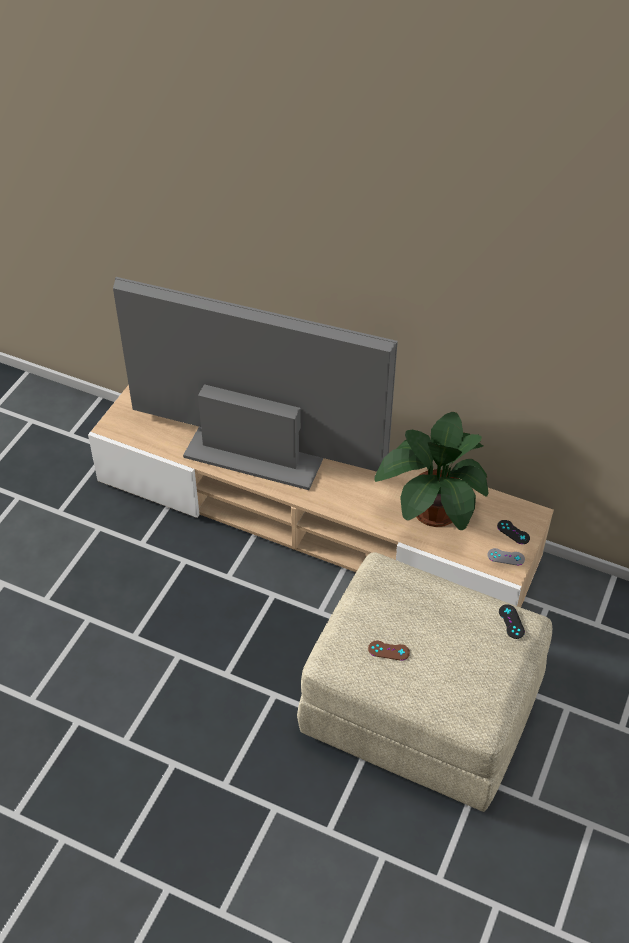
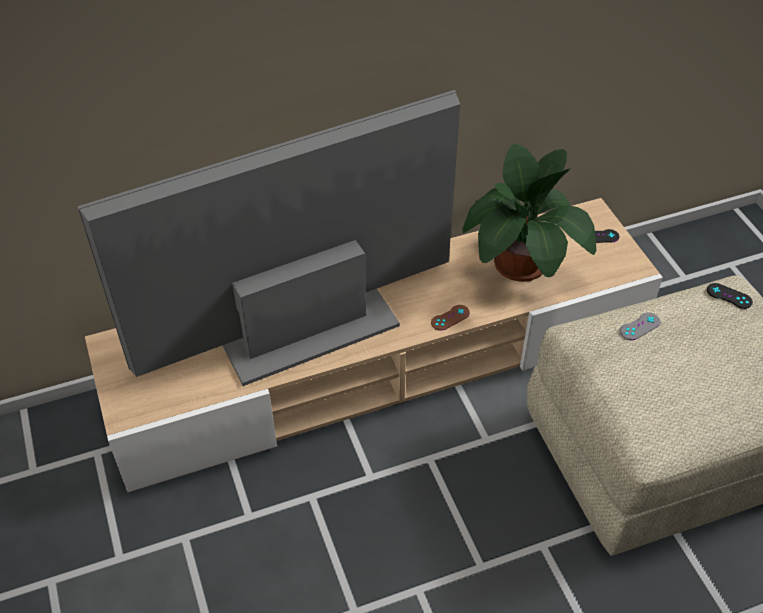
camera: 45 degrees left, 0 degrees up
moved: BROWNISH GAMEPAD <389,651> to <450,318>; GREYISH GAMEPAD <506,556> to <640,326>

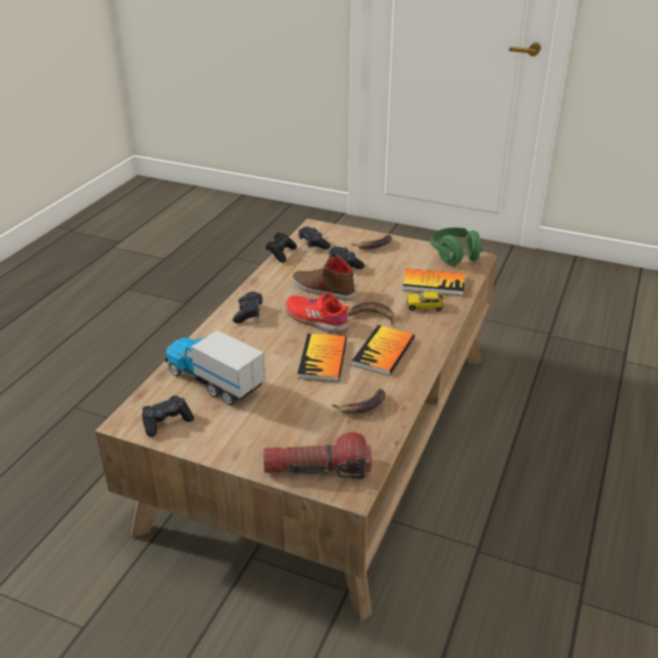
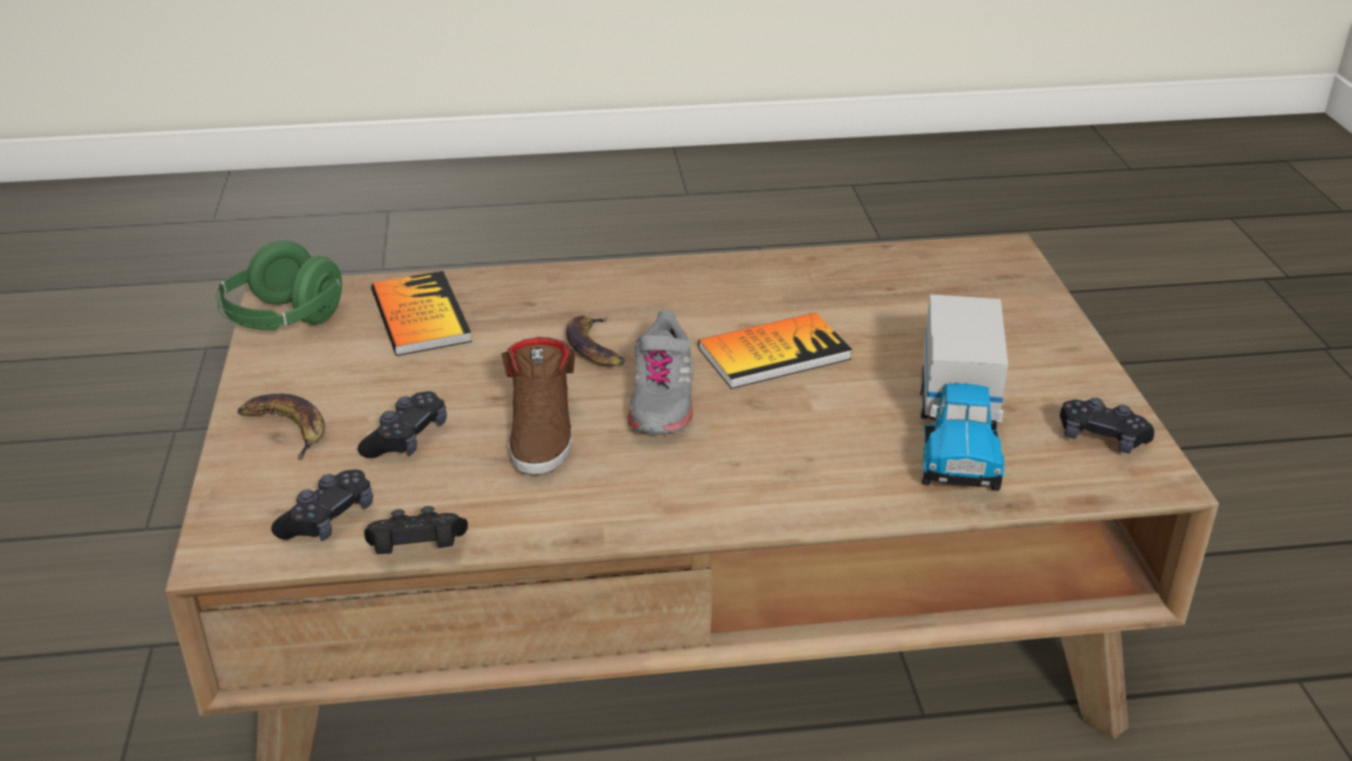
camera: 120 degrees left, 0 degrees up
removed: BLACK-COLOURED GAMEPAD <248,307>; HAND TORCH <317,455>; WHOLE BANANA <358,401>; VOLUME <383,350>; MODEL CAR <425,301>
recoloured: RED-COLOURED SHOE <317,313> to GREYISH SHOE <661,372>

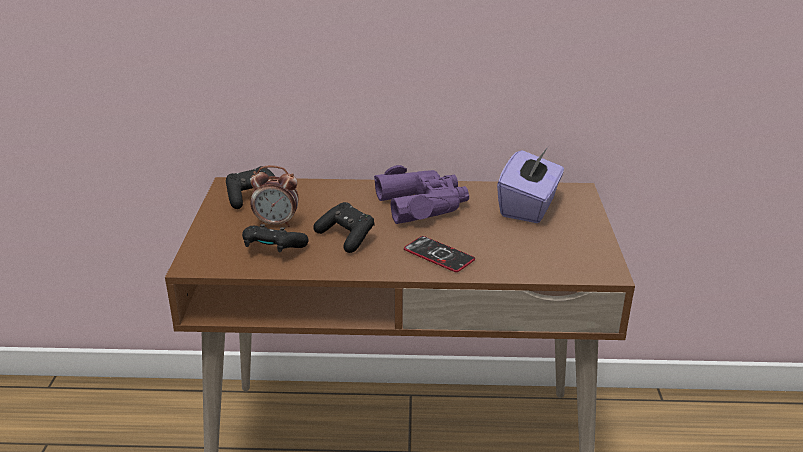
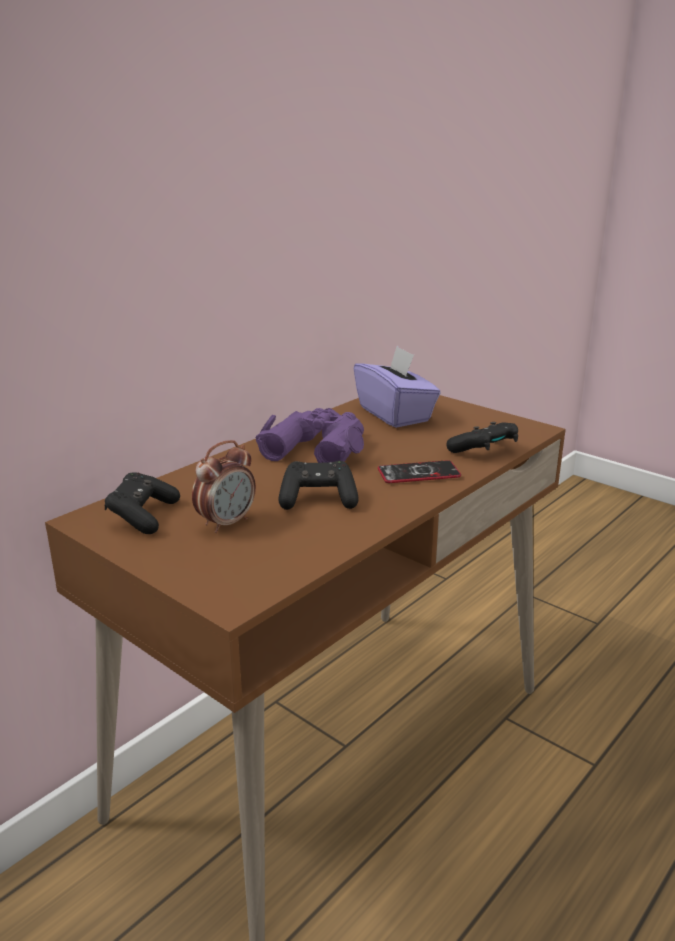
camera: 50 degrees left, 5 degrees down
moved: BLACK-COLOURED GAMEPAD <275,238> to <482,437>

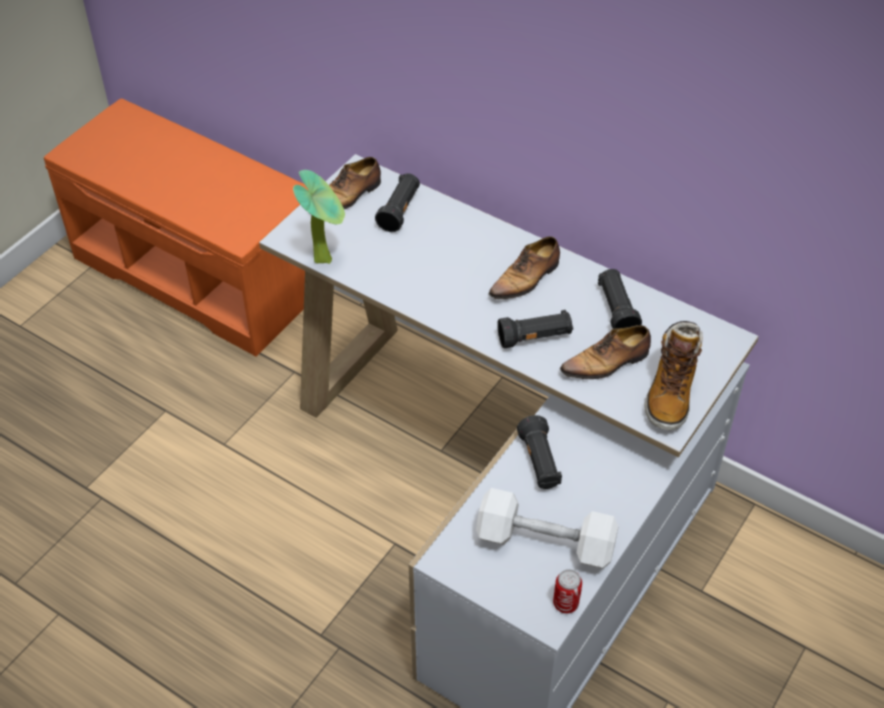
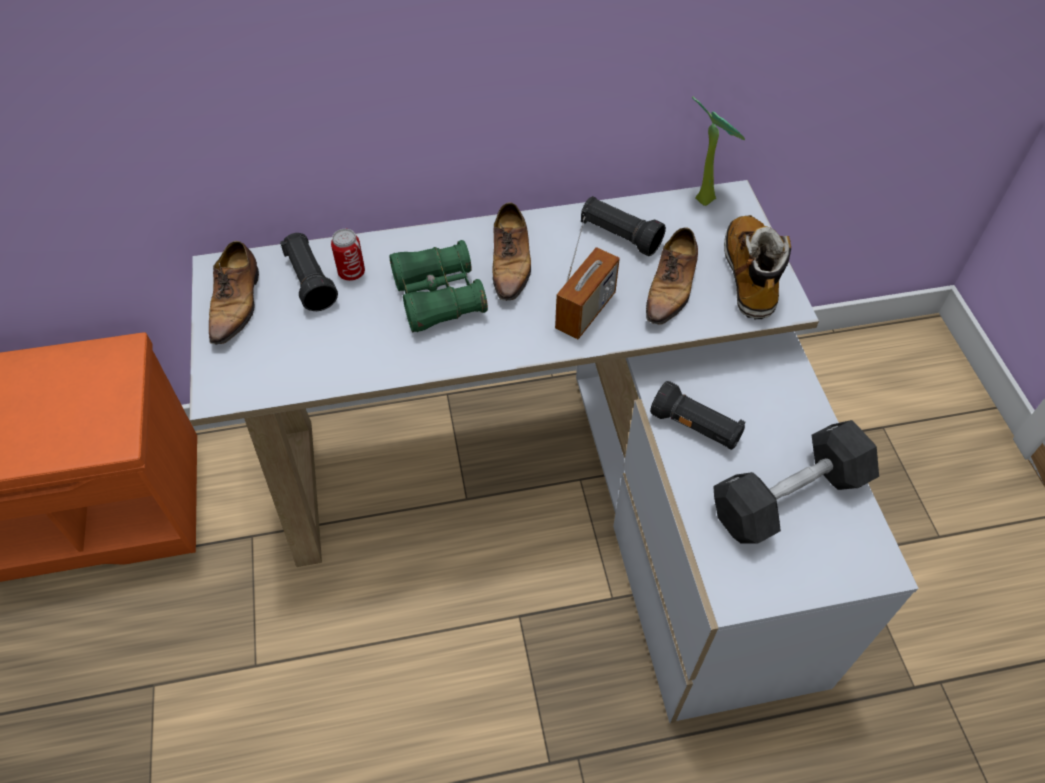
camera: 45 degrees left, 5 degrees up
added: GREENISH BINOCULARS <438,286>
moved: PLANT IN A POT <319,217> to <718,151>; SEALED CAN <567,591> to <348,255>
replaced: BLACK-COLOURED HAND TORCH <535,329> to RADIO SET <587,277>
recoloured: WHITE-COLOURED DUMBBELL <547,528> to BLACK-COLOURED DUMBBELL <796,482>
turned: BOOT <674,376> = <757,267> 150 degrees counterclockwise

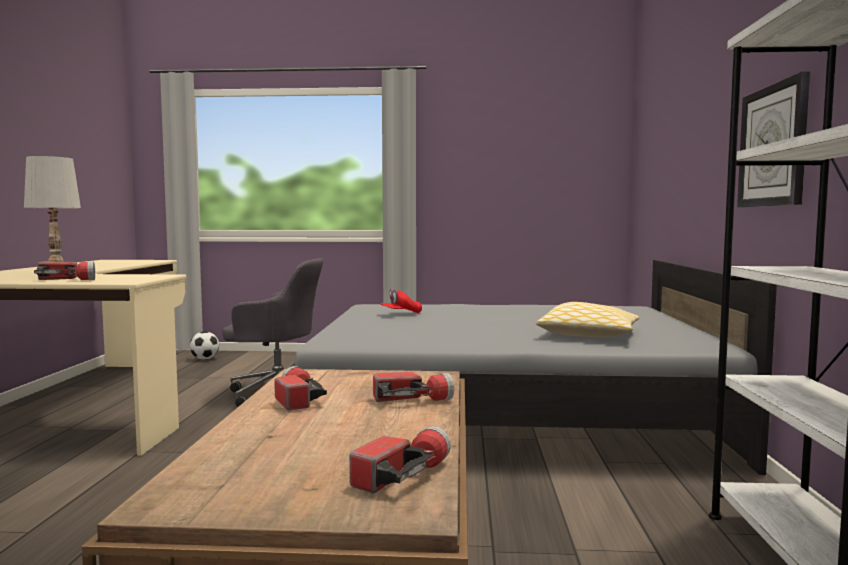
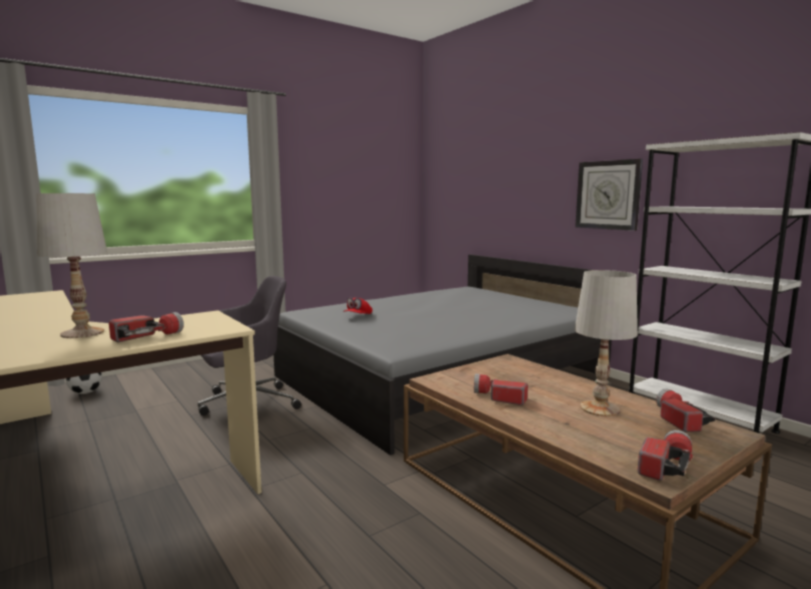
camera: 40 degrees left, 5 degrees up
removed: THROW PILLOW <587,319>
added: WHITE-COLOURED TABLETOP LAMP <606,343>
moved: HAND TORCH <413,387> to <665,455>

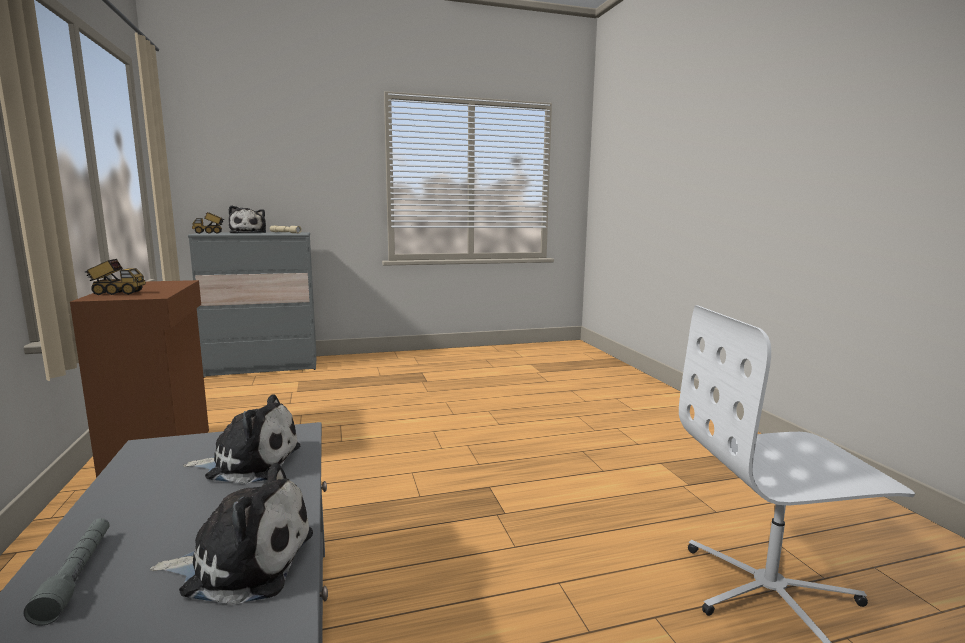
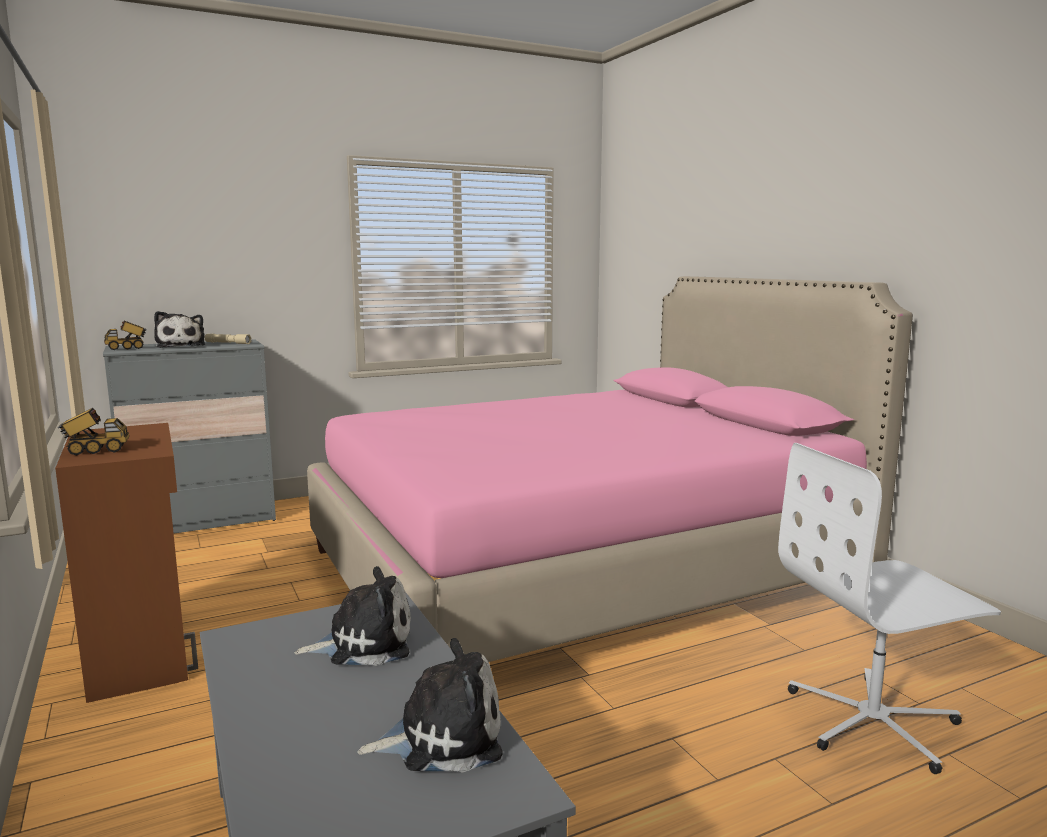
camera: 10 degrees left, 0 degrees up
removed: GREYISH HAND TORCH <67,571>
added: PINK SLEEPING BED <610,469>

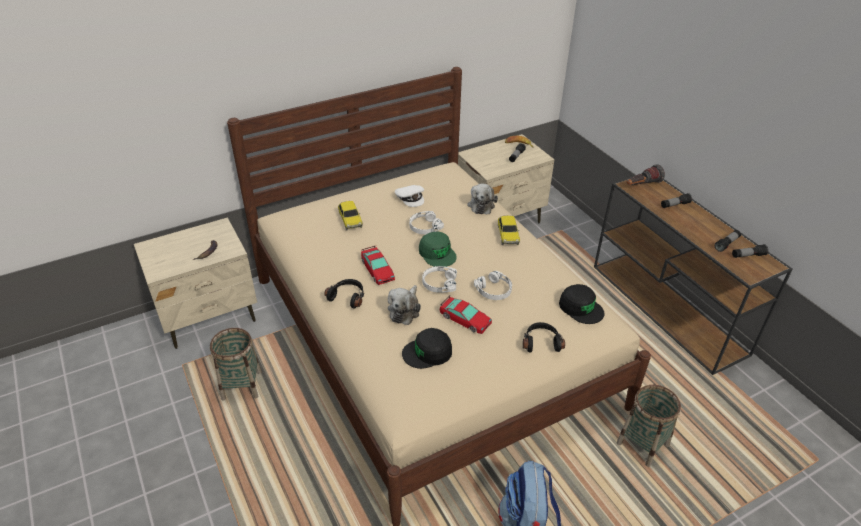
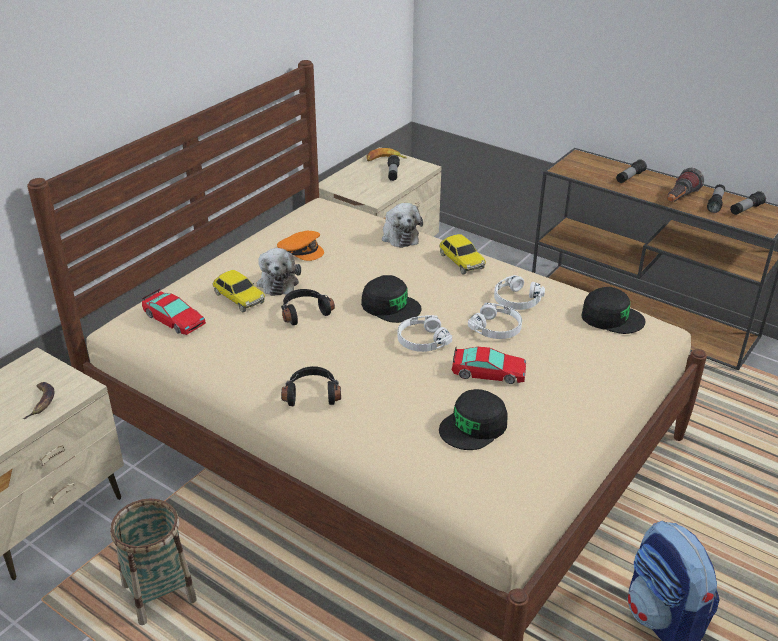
camera: 25 degrees left, 5 degrees down
removed: BASKET <649,426>
moved: MODEL CAR <378,265> to <174,312>; CUDDLY TOY <404,305> to <279,272>; WHITE-COLOURED PAIR OF HEADPHONES <426,222> to <519,292>; BLACK-COLOURED PAIR OF HEADPHONES <544,337> to <308,307>; HAND TORCH <646,174> to <685,185>
recoloured: WHITE-COLOURED BASEBALL CAP <409,196> to ORANGEY BASEBALL CAP <300,246>; GREENISH BASEBALL CAP <438,249> to BLACK-COLOURED BASEBALL CAP <391,299>

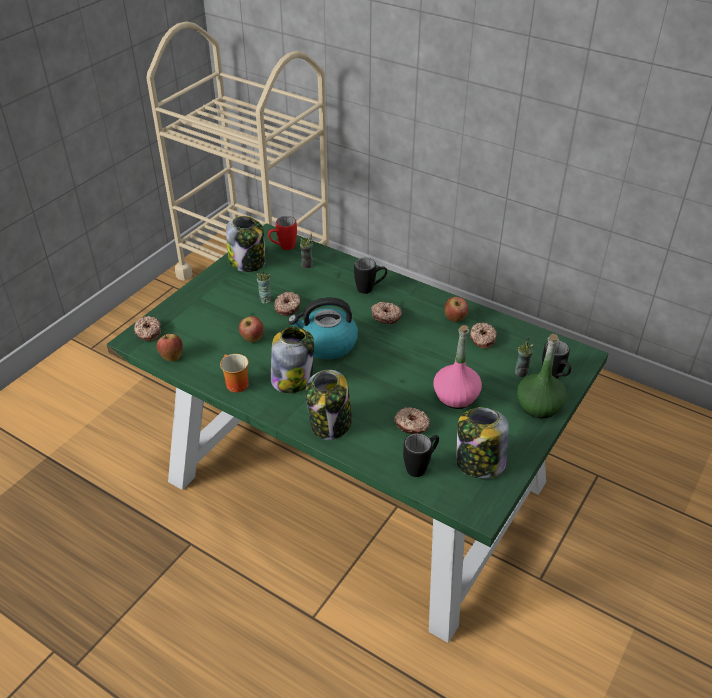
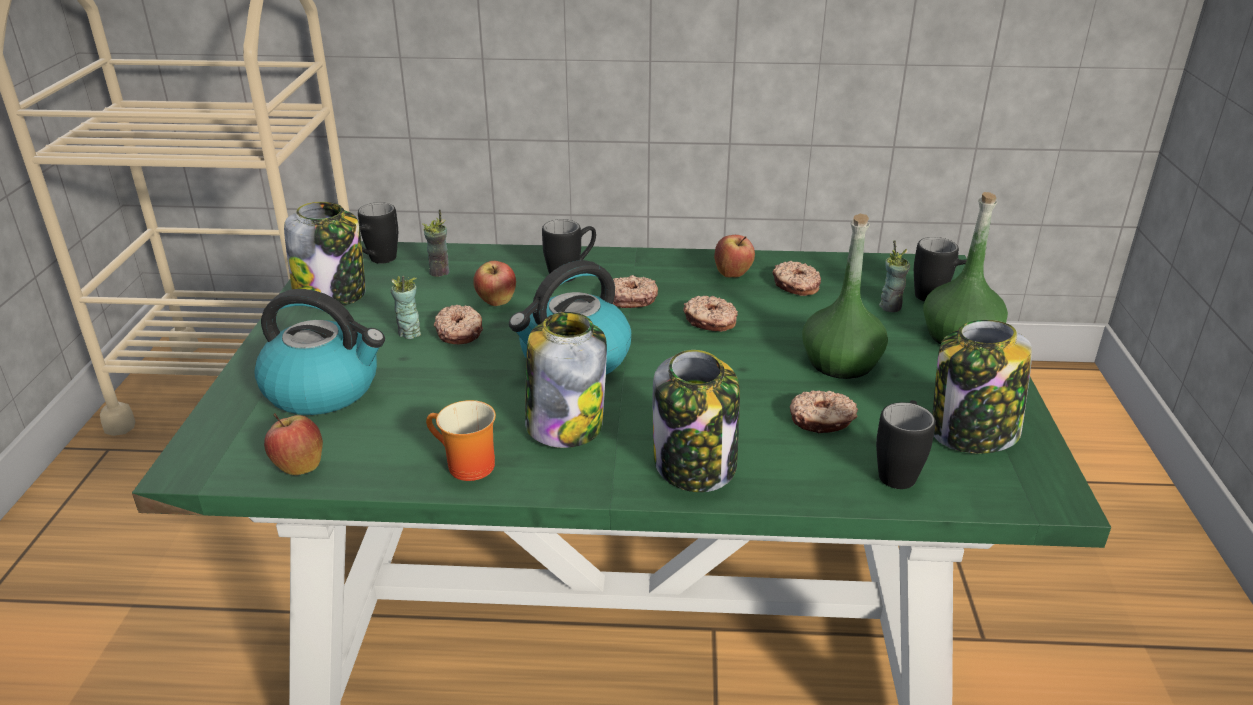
camera: 30 degrees left, 10 degrees down
added: TEA KETTLE <319,352>
moved: DOUGHNUT <147,328> to <710,314>; APPLE FRUIT <251,329> to <494,283>
recoloured: RED-COLOURED MUG <282,233> to BLACK-COLOURED MUG <378,233>; PINK BEVERAGE BOTTLE <457,367> to GREENISH BEVERAGE BOTTLE <845,296>

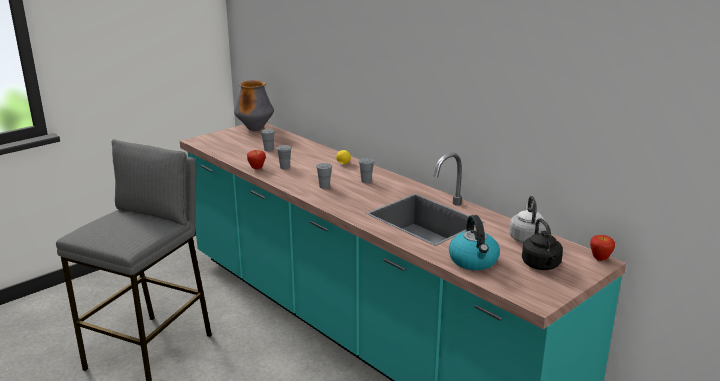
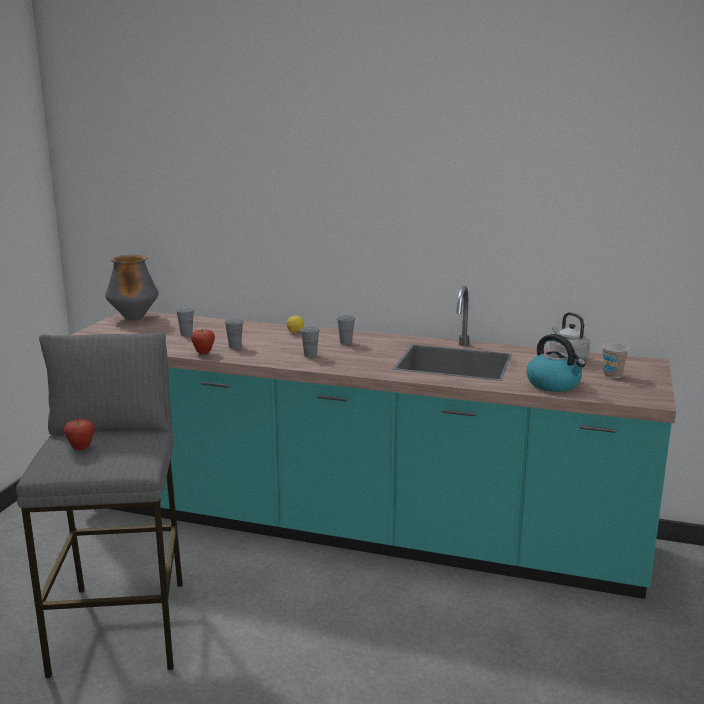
camera: 30 degrees left, 5 degrees down
moved: APPLE FRUIT <602,248> to <79,435>
replaced: BLACK-COLOURED TEA KETTLE <542,244> to DRINKING CUP <615,360>

